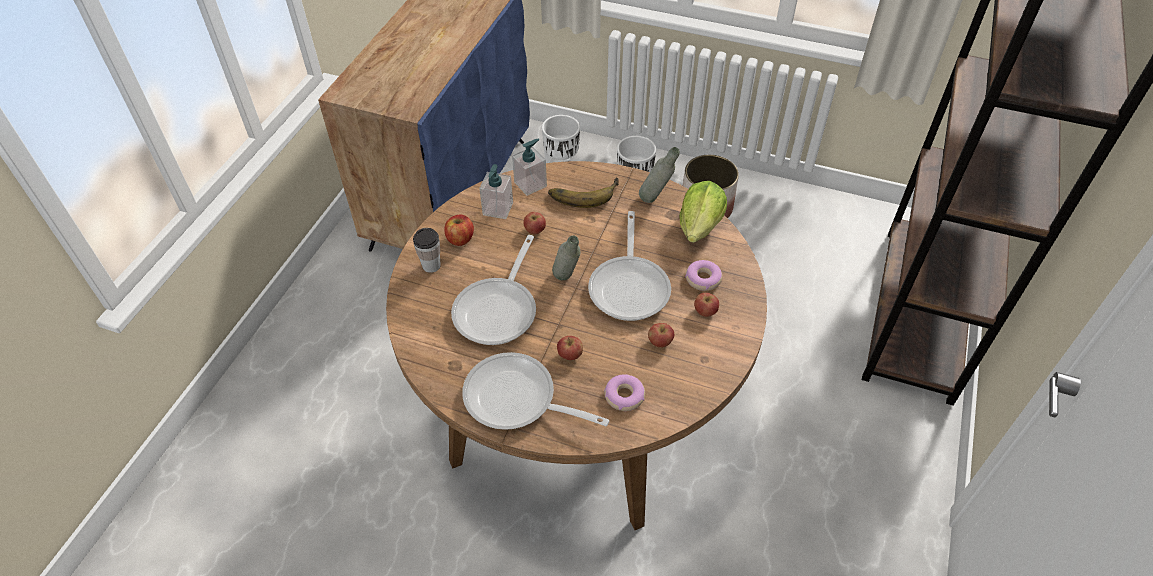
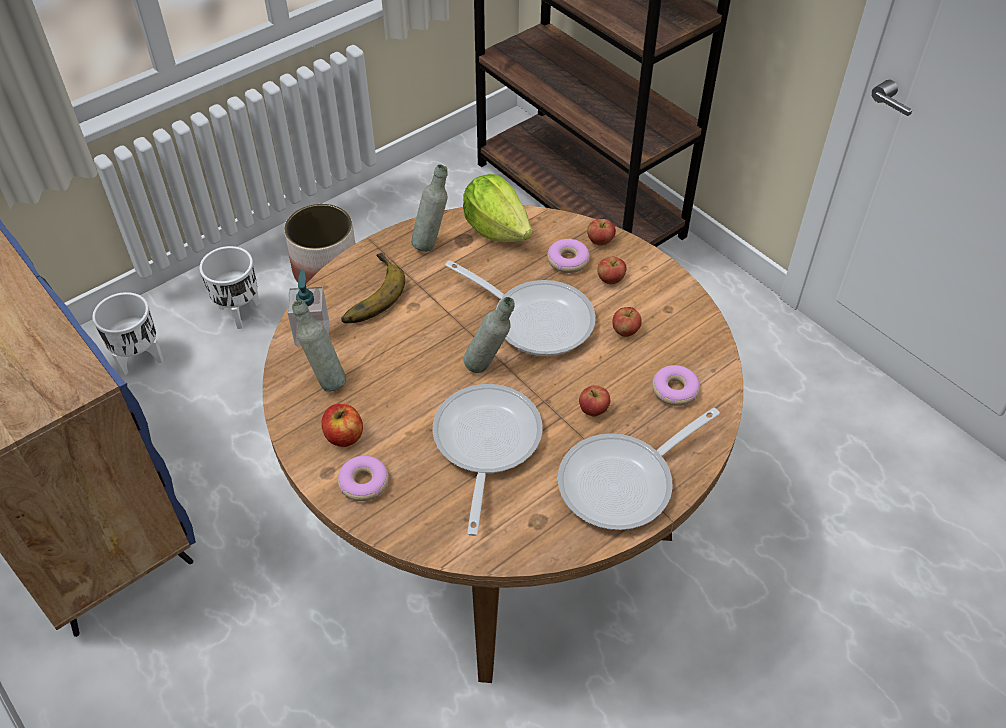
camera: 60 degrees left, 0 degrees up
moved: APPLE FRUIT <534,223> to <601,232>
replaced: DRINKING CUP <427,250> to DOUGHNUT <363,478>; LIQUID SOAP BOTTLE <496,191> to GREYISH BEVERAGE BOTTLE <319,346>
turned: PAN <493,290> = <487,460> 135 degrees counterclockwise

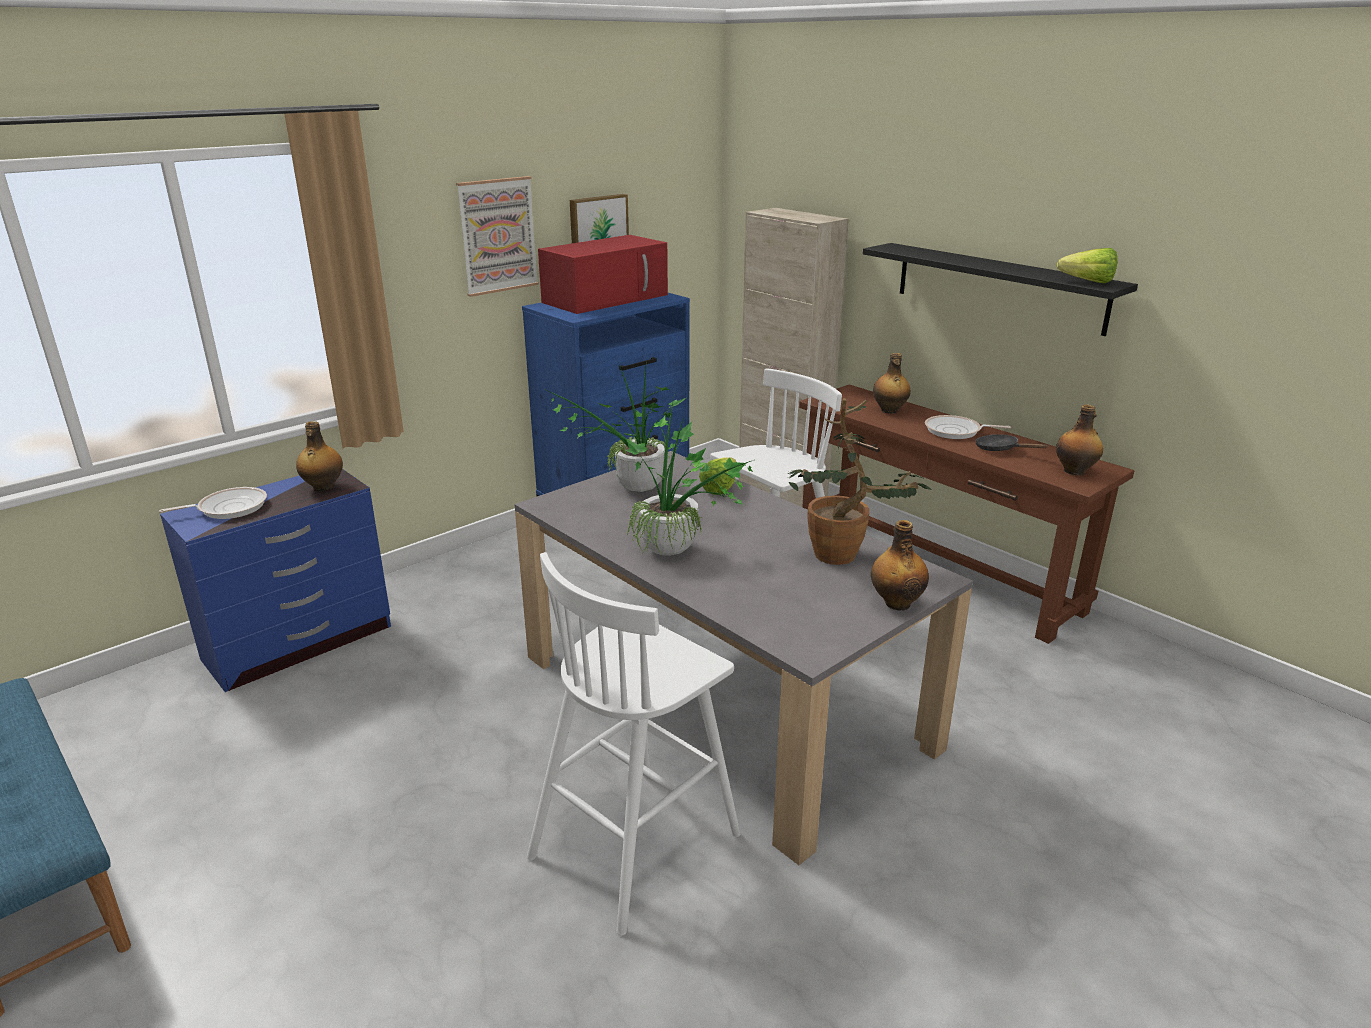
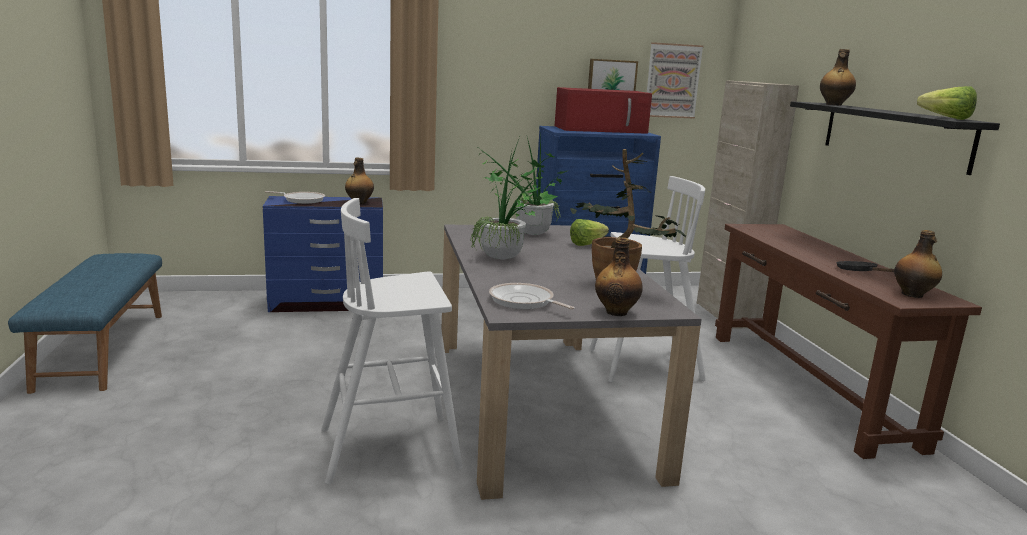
camera: 30 degrees right, 10 degrees down
moved: WALL ART <497,236> to <675,80>; BEVERAGE BOTTLE <892,383> to <838,77>; PAN <968,427> to <531,296>

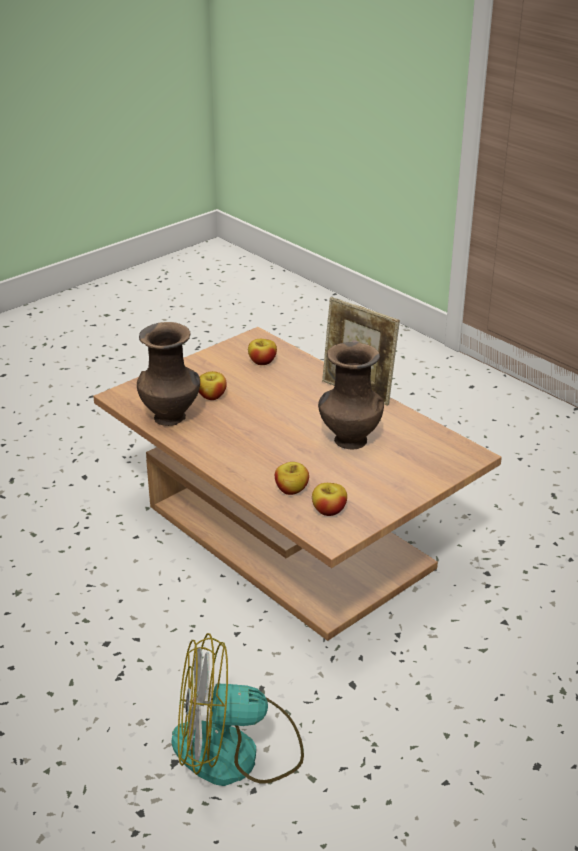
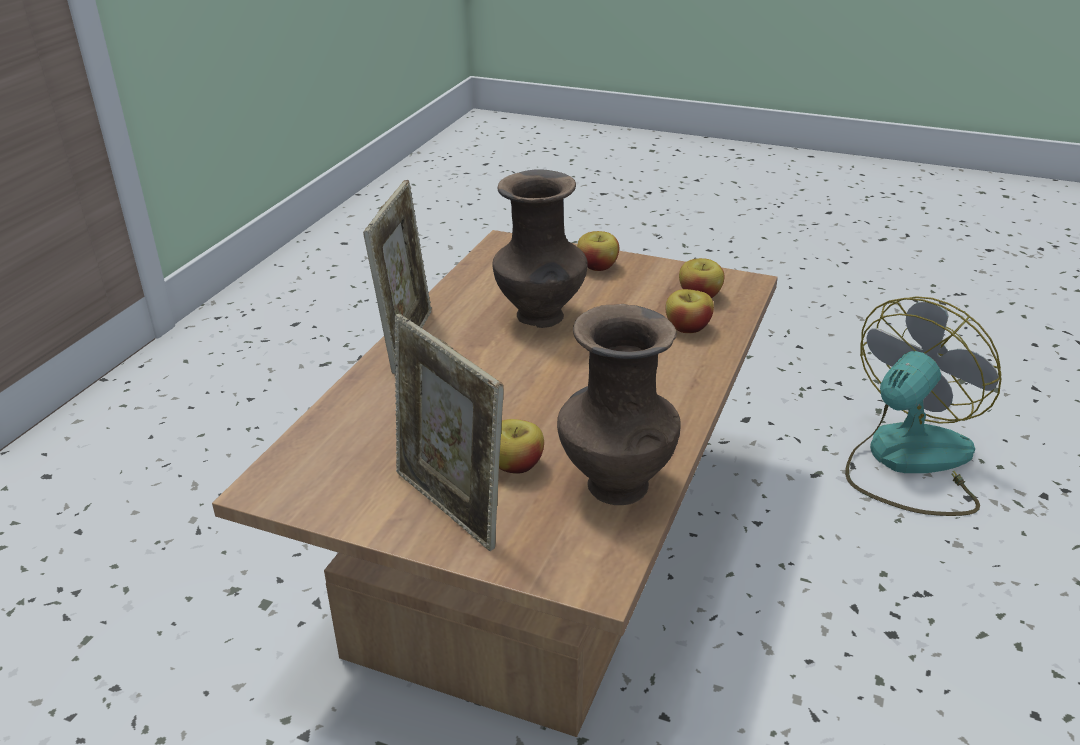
camera: 115 degrees left, 0 degrees up
added: PHOTO FRAME <449,432>
moved: APPLE FRUIT <262,352> to <598,251>
turned: FAN <237,709> = <923,406> 105 degrees counterclockwise

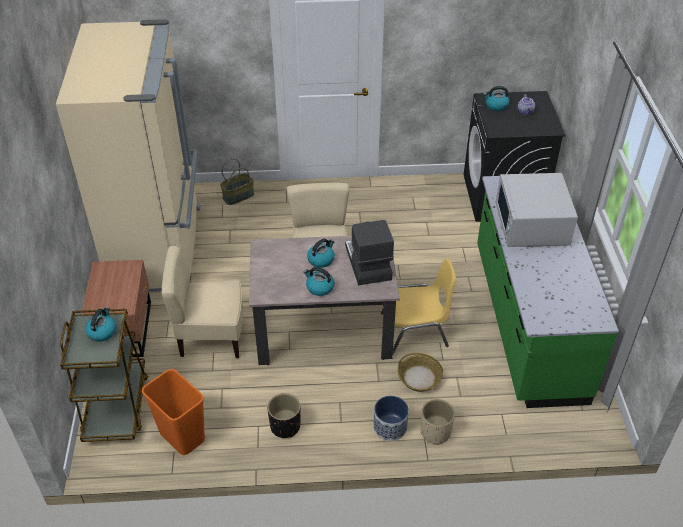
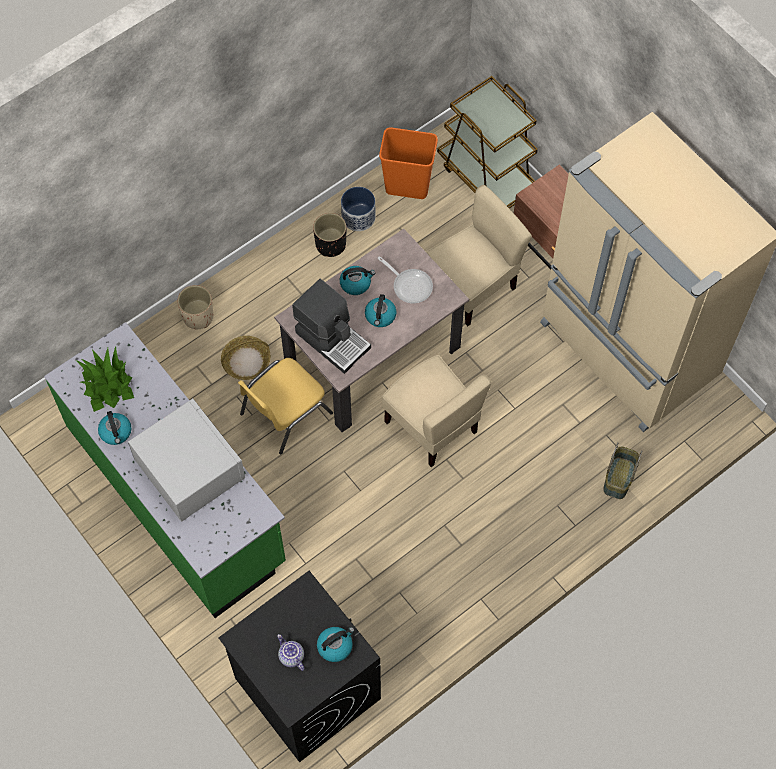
camera: 145 degrees right, 20 degrees up
added: PLANT IN A POT <105,379>; PAN <405,280>
moved: TEA KETTLE <100,324> to <115,428>; FLOWER POT <391,418> to <358,209>

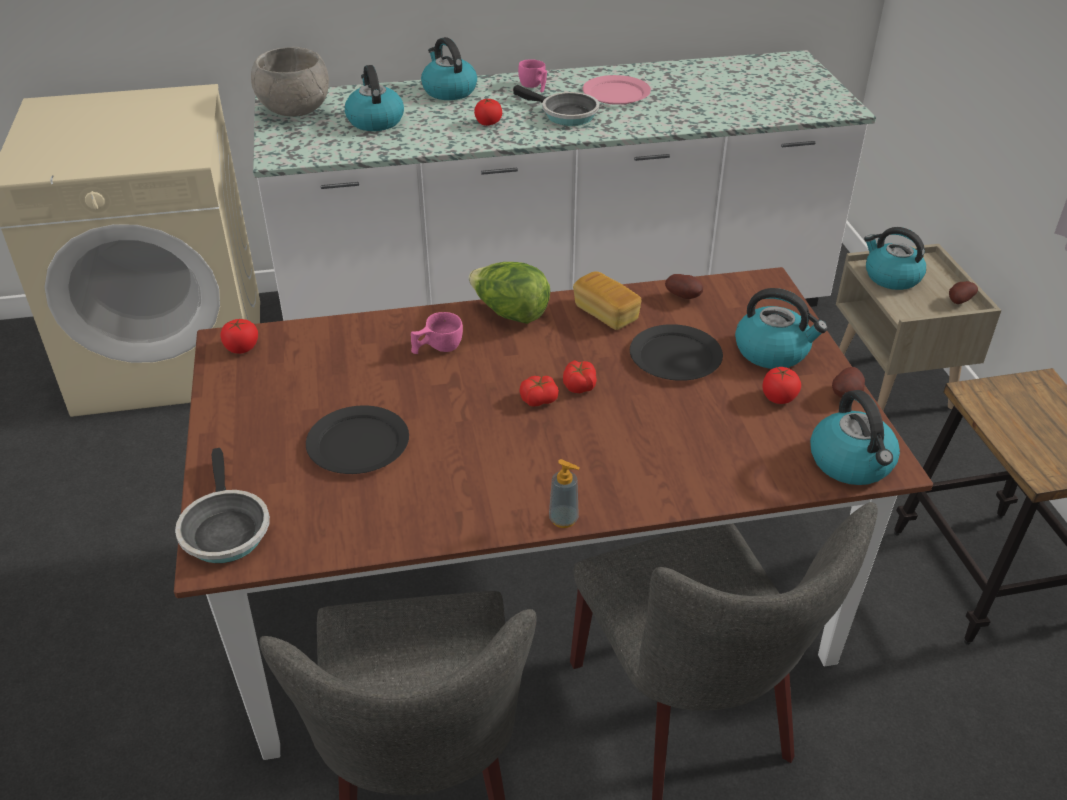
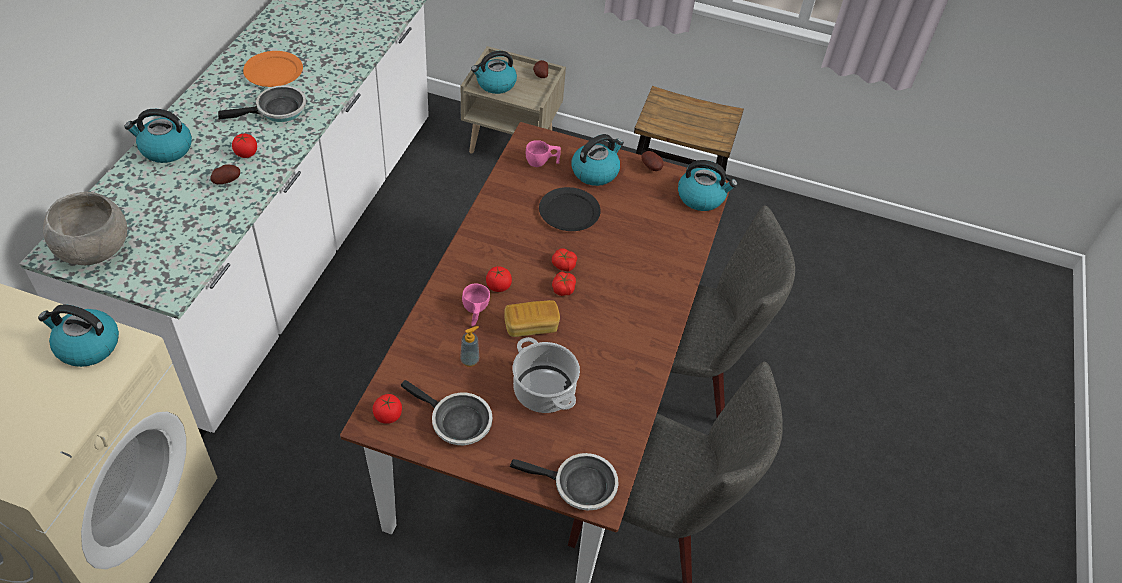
camera: 65 degrees left, 10 degrees up
removed: LETTUCE HEAD <509,293>
added: PAN <447,412>
moved: TEA KETTLE <374,98> to <78,335>; PINK DRINKING CUP <532,75> to <543,153>; LIQUID SOAP BOTTLE <564,493> to <469,346>; BAKED BREAD <607,300> to <532,318>; WHOLE POTATO <684,286> to <225,174>; TOMATO <781,385> to <499,279>
replaced: BLACK-COLOURED FLAT DISH <357,439> to SAUCEPOT <546,375>
recoloured: PINK FLAT DISH <616,90> to ORANGEY FLAT DISH <273,69>

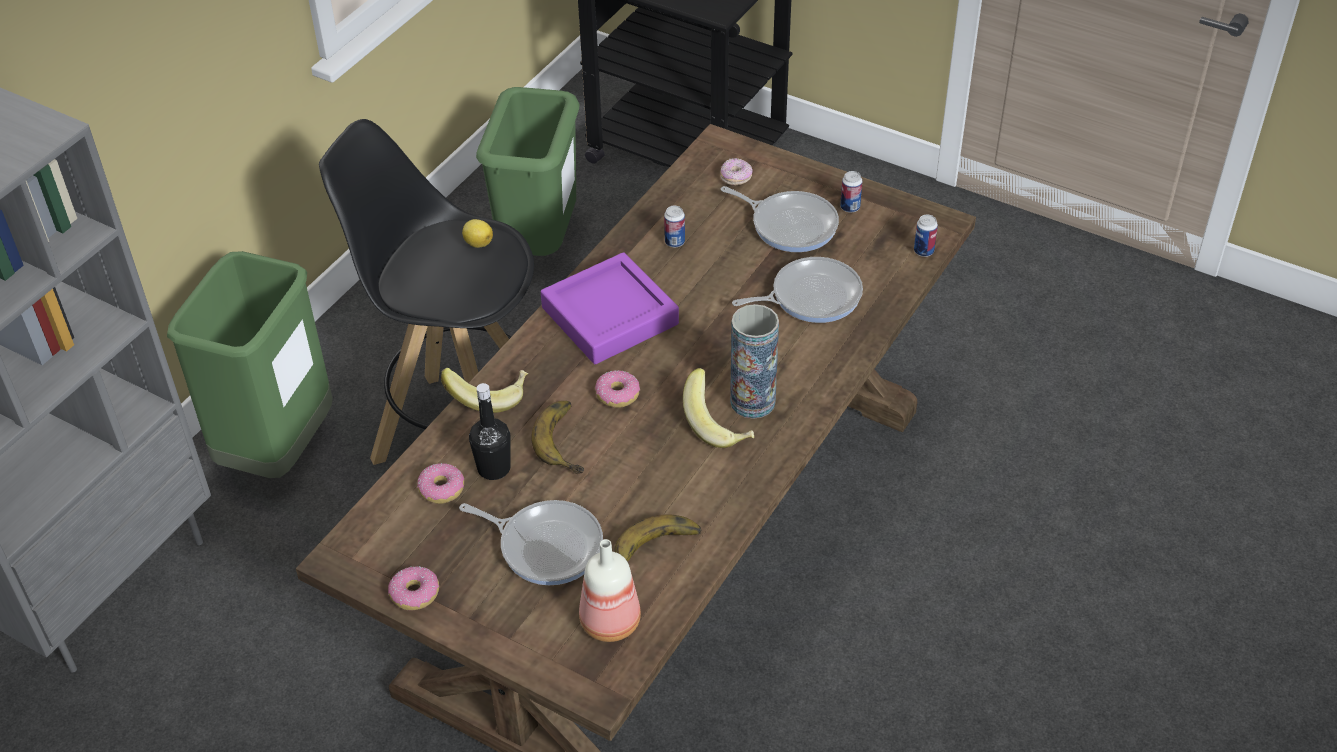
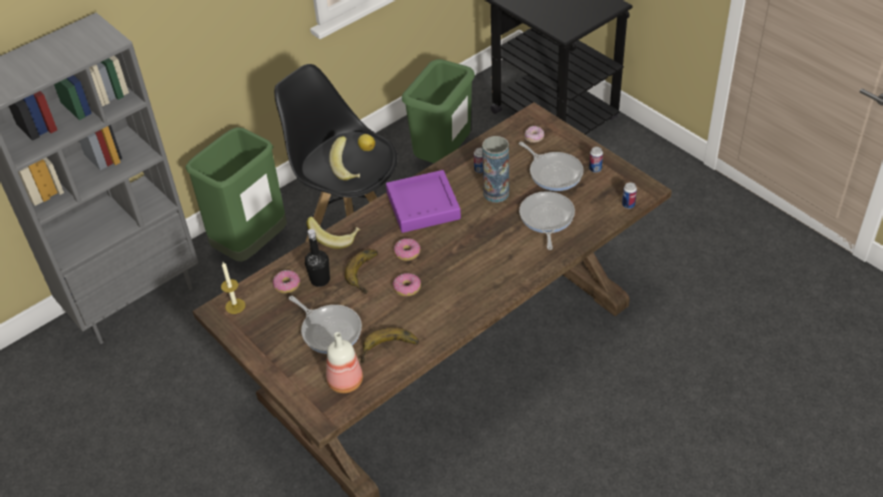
camera: 20 degrees right, 0 degrees up
added: CANDLE <233,288>
moved: DOUGHNUT <413,588> to <407,284>; WHOLE BANANA <718,408> to <344,158>; FLOWER VASE <754,361> to <495,169>
turned: PAN <797,290> = <547,220> 90 degrees counterclockwise

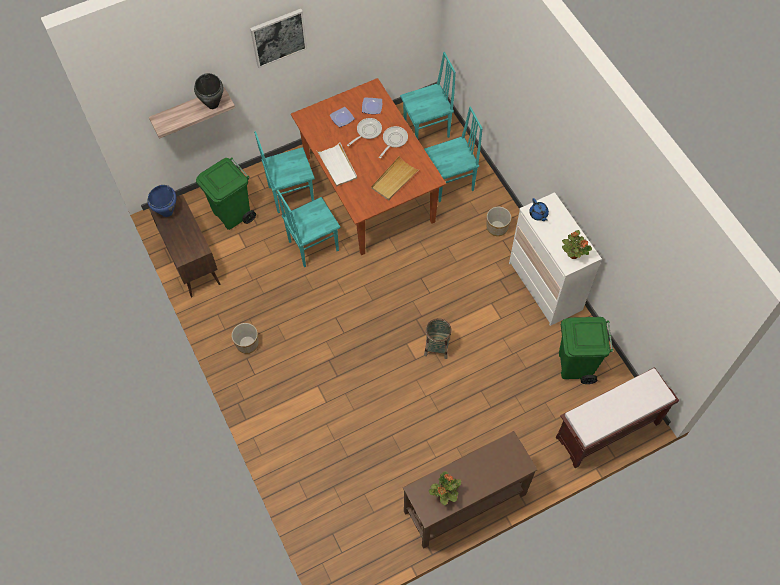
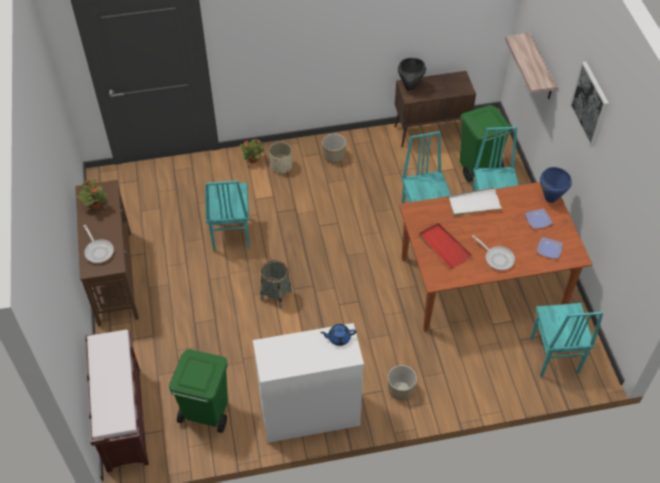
camera: 105 degrees right, 10 degrees down
added: SAND-COLOURED FLOWER POT <280,158>
moved: BLUISH SAUCEPOT <162,201> to <556,185>; BLACK-COLOURED SAUCEPOT <208,91> to <412,74>; PAN <364,132> to <99,244>; TURQUOISE-COLOURED UPRIGHT CHAIR <453,154> to <227,216>; PLANT IN A POT <577,244> to <252,151>
recoloured: SAND-COLOURED SERVING TRAY <394,178> to RED-COLOURED SERVING TRAY <445,246>

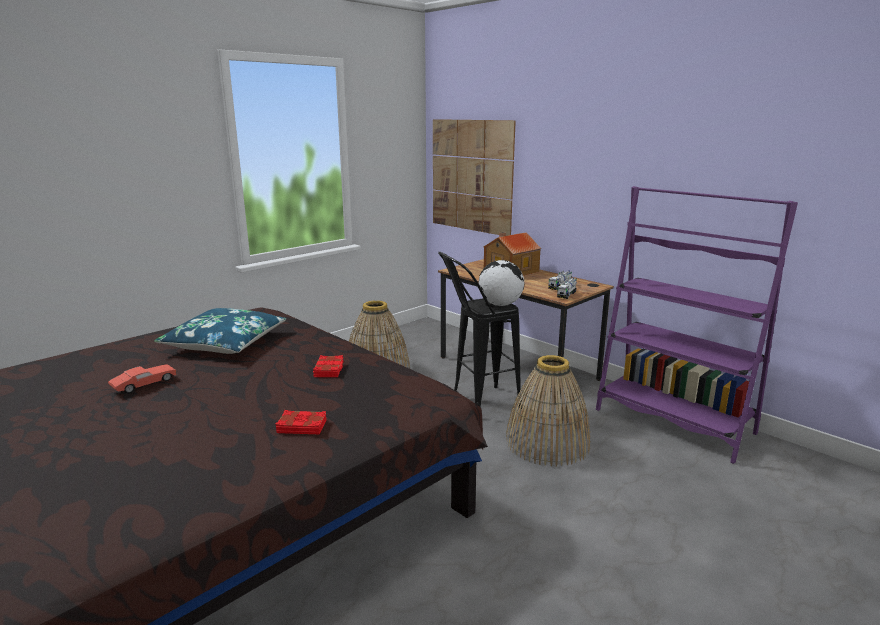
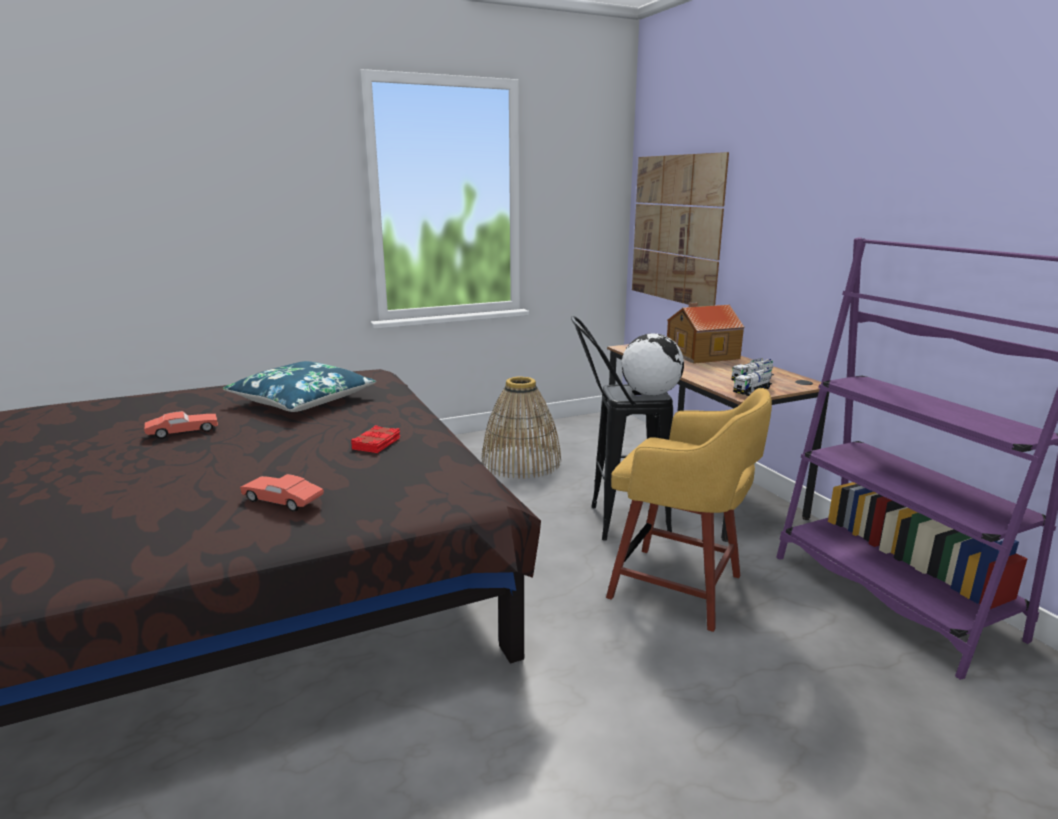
camera: 20 degrees right, 0 degrees up
replaced: RED-COLOURED VOLUME <301,422> to RED-COLOURED MODEL CAR <282,493>; BASKET <548,411> to YELLOW-COLOURED SITTING STOOL <689,510>

